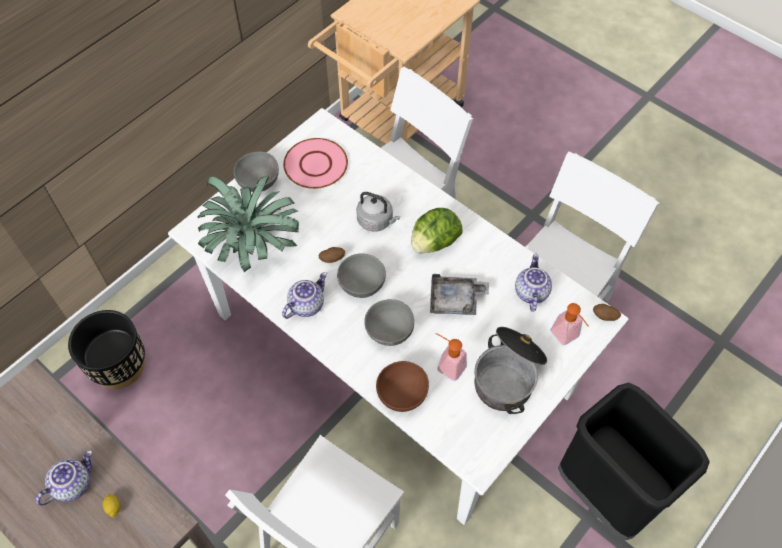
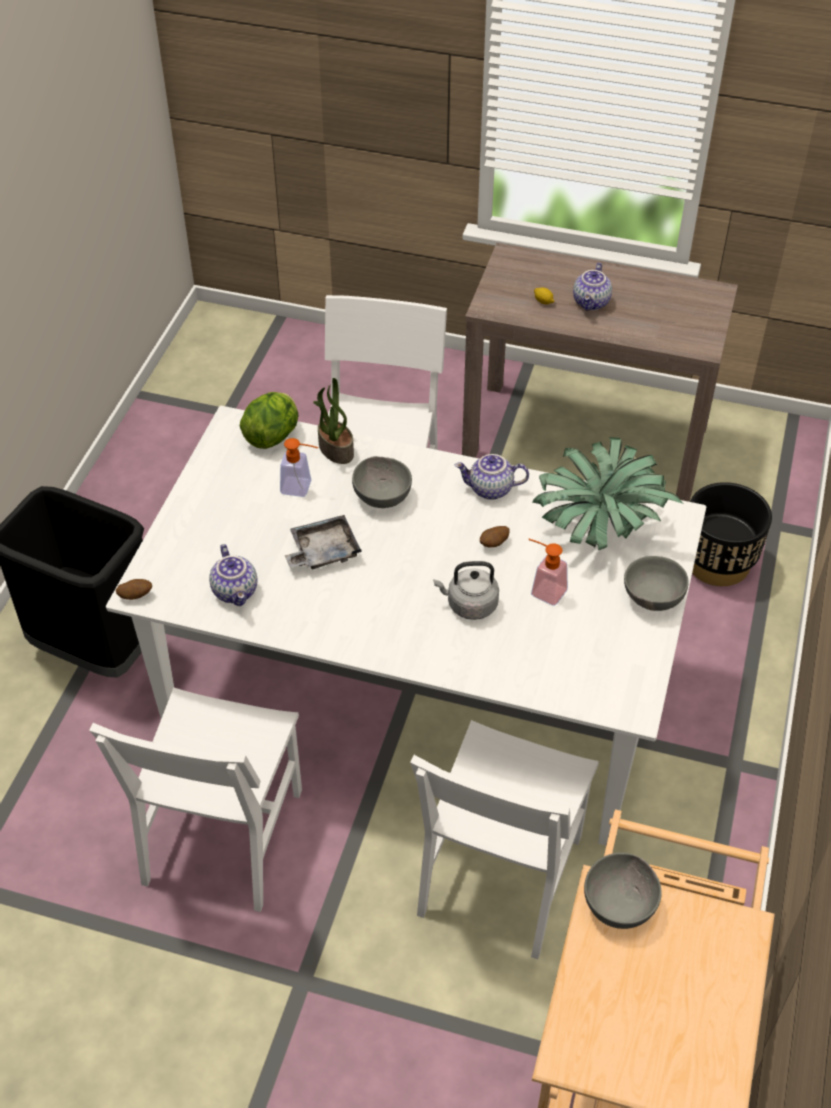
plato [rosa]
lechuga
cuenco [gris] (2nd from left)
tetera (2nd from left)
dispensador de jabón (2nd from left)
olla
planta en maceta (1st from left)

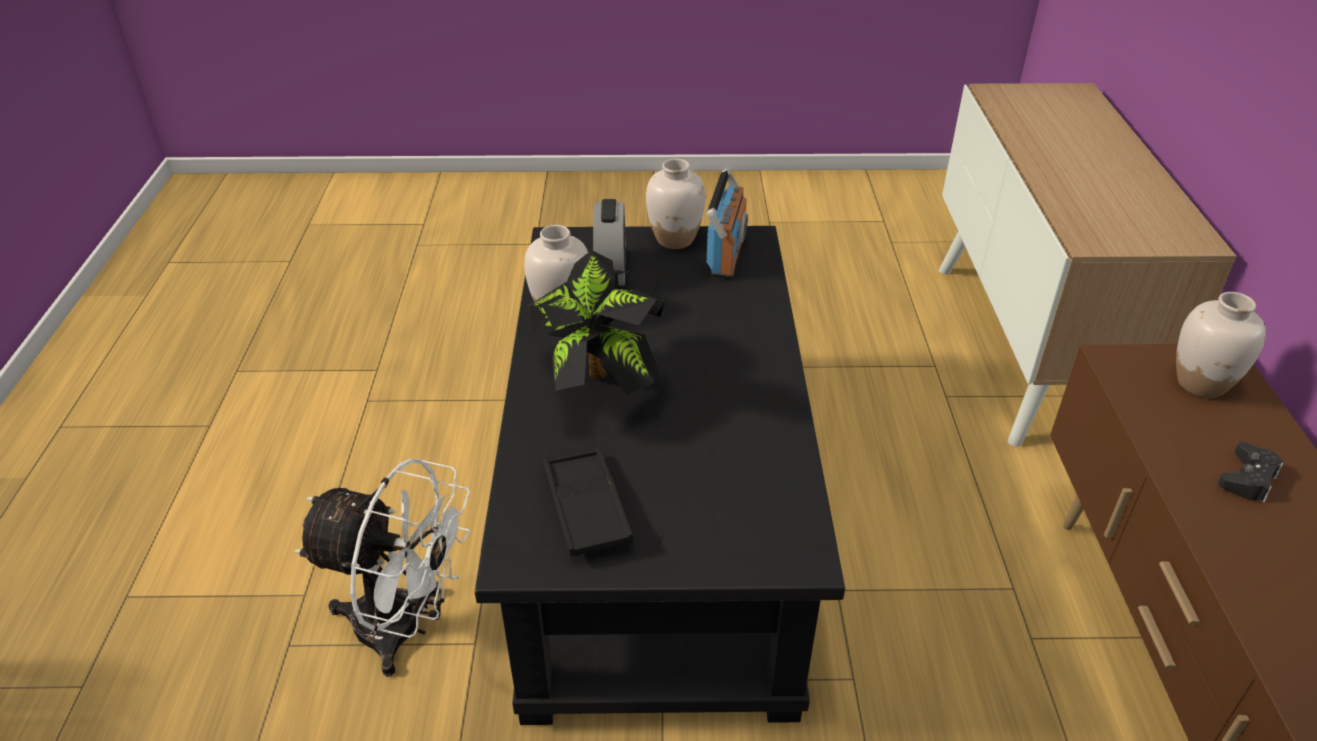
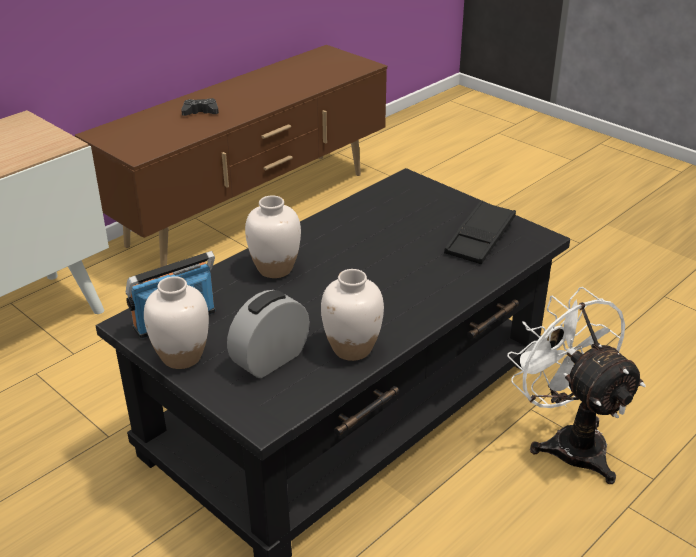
planta en maceta
florero [blanco] (2nd from left)

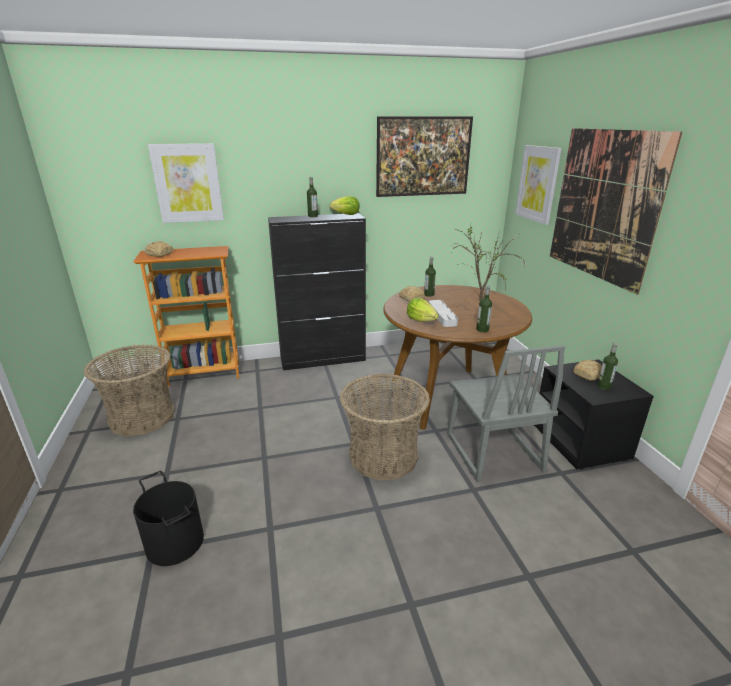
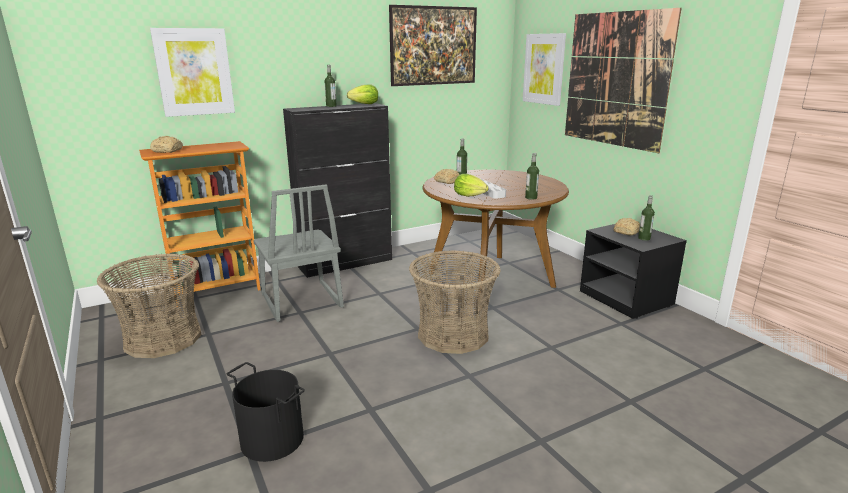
planta en maceta
silla [gris]

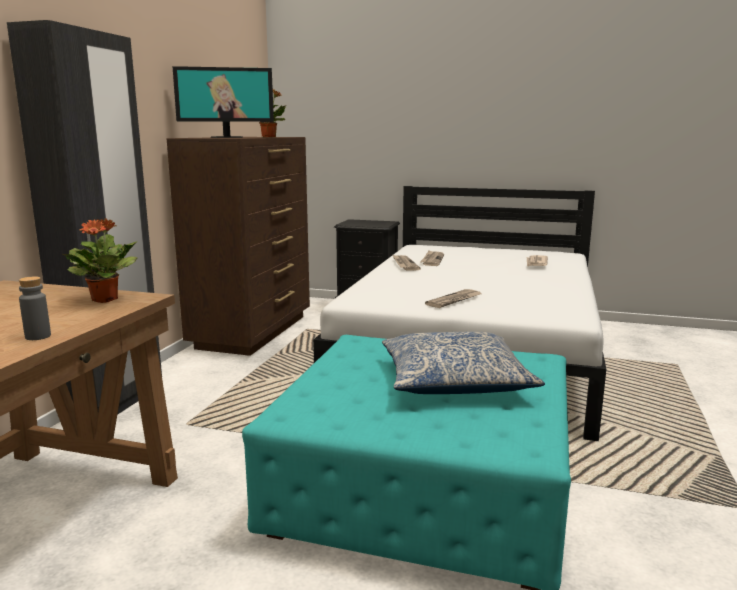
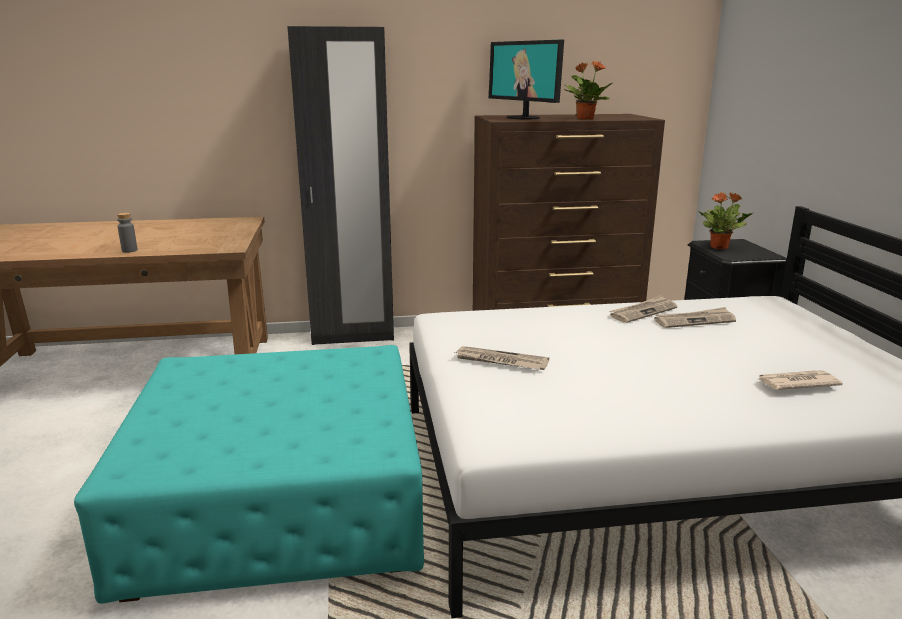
planta en maceta (2nd from left)
cojín

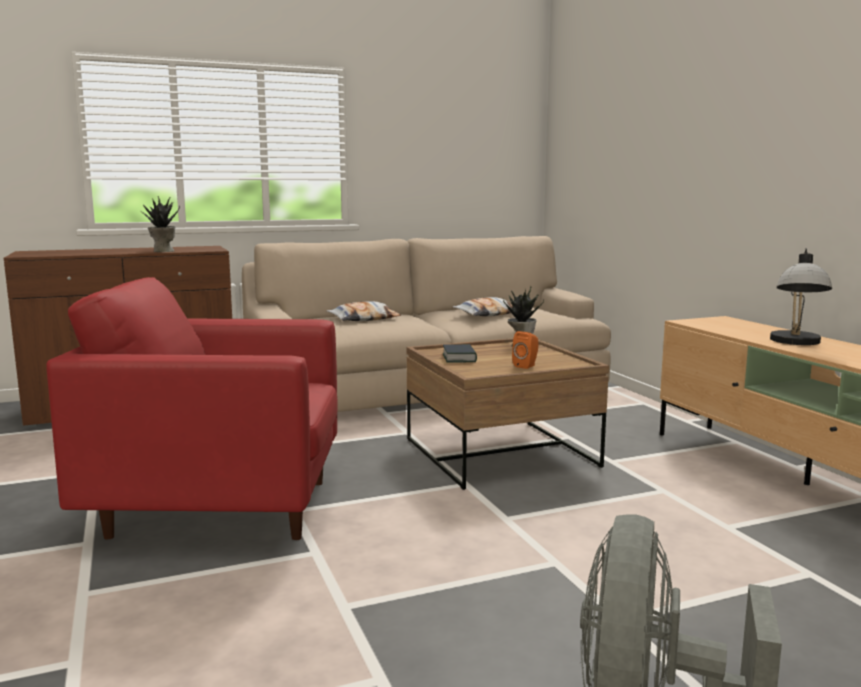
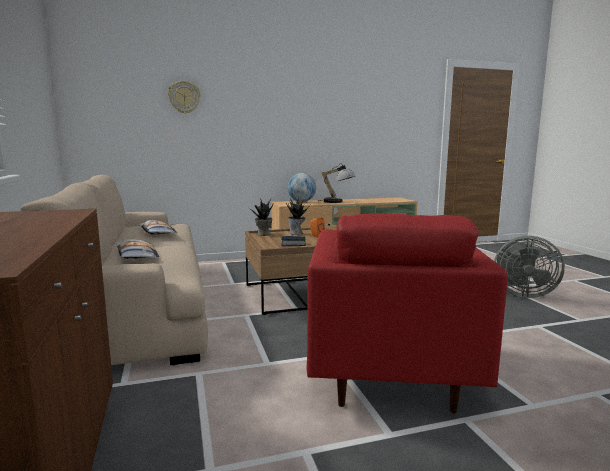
planta en maceta (2nd from left)
reloj de pared
globo terráqueo

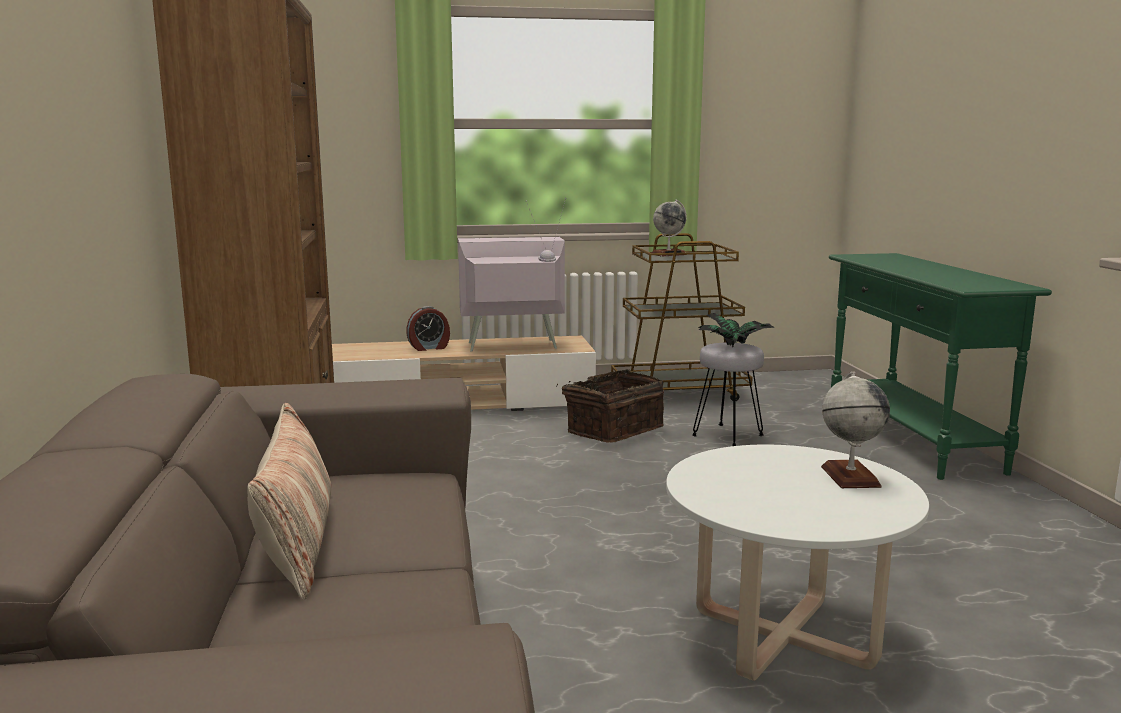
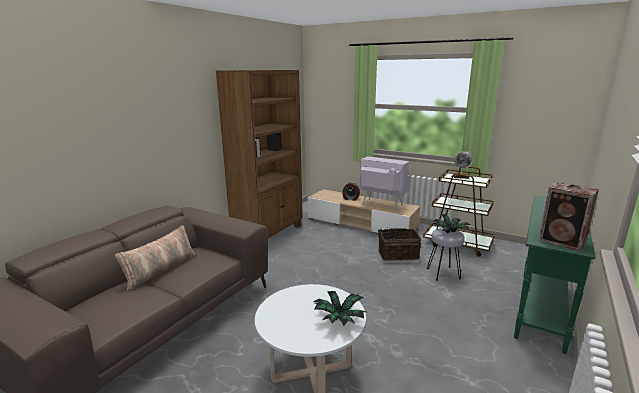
planta en maceta (1st from left)
altavoz

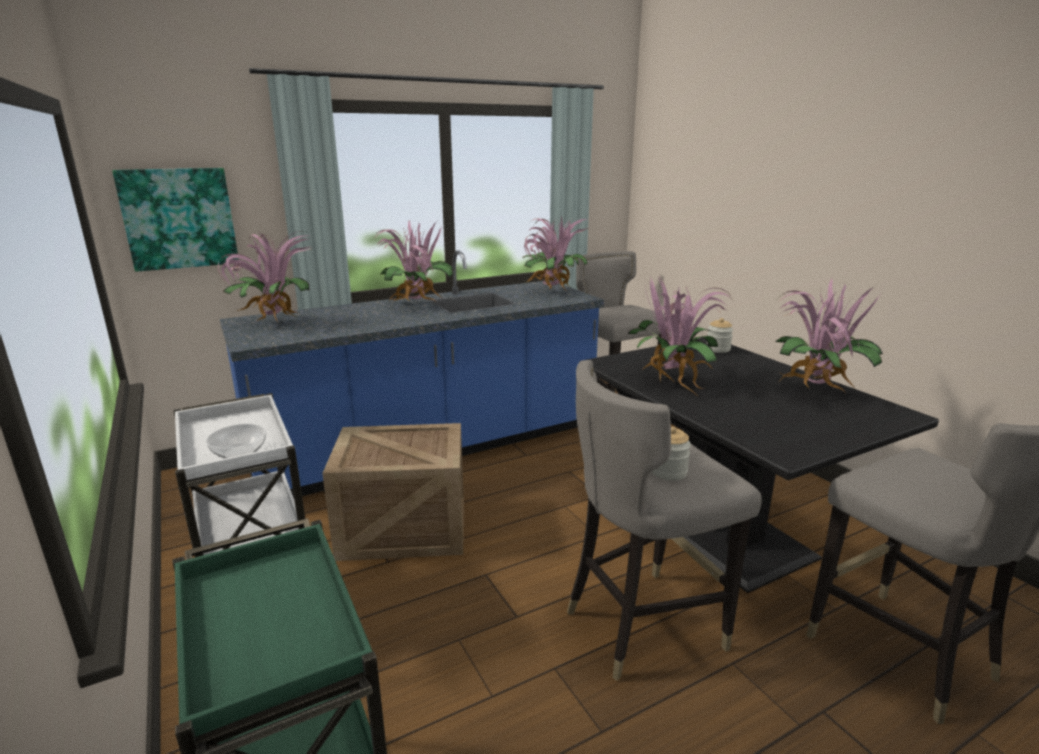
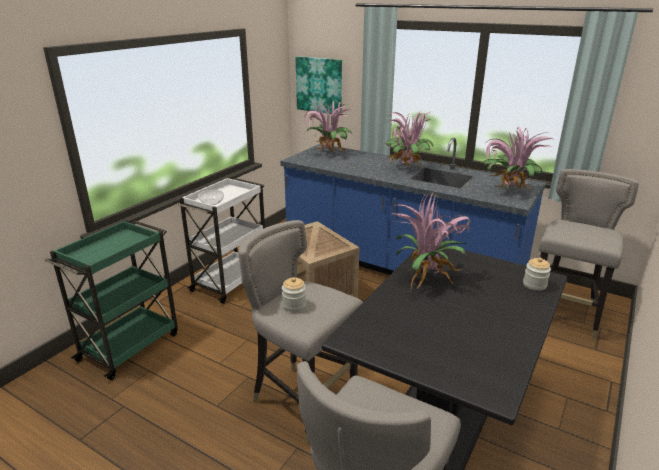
planta en maceta (5th from left in the first image)

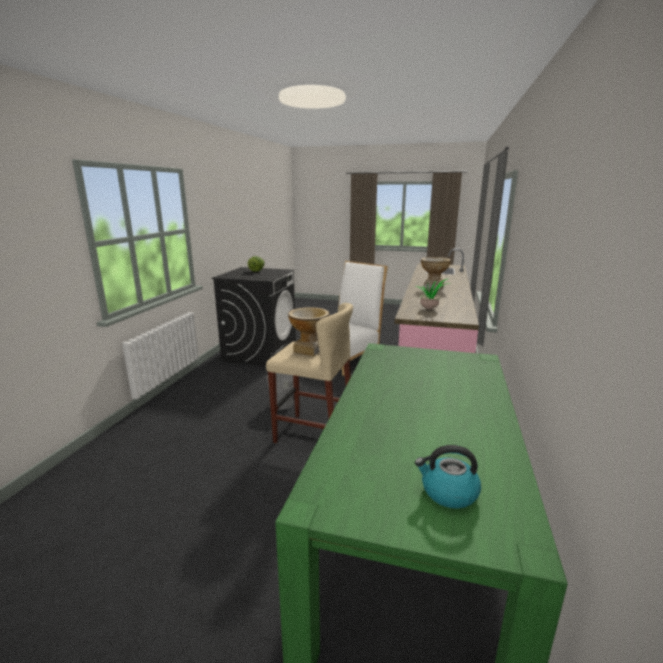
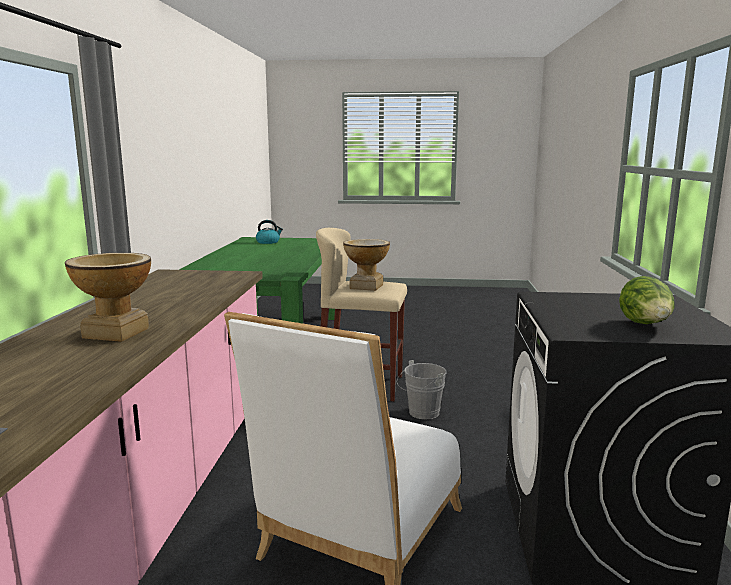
planta en maceta

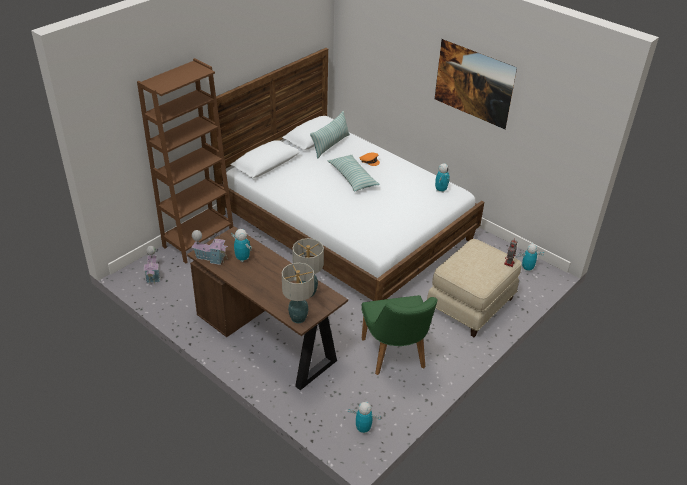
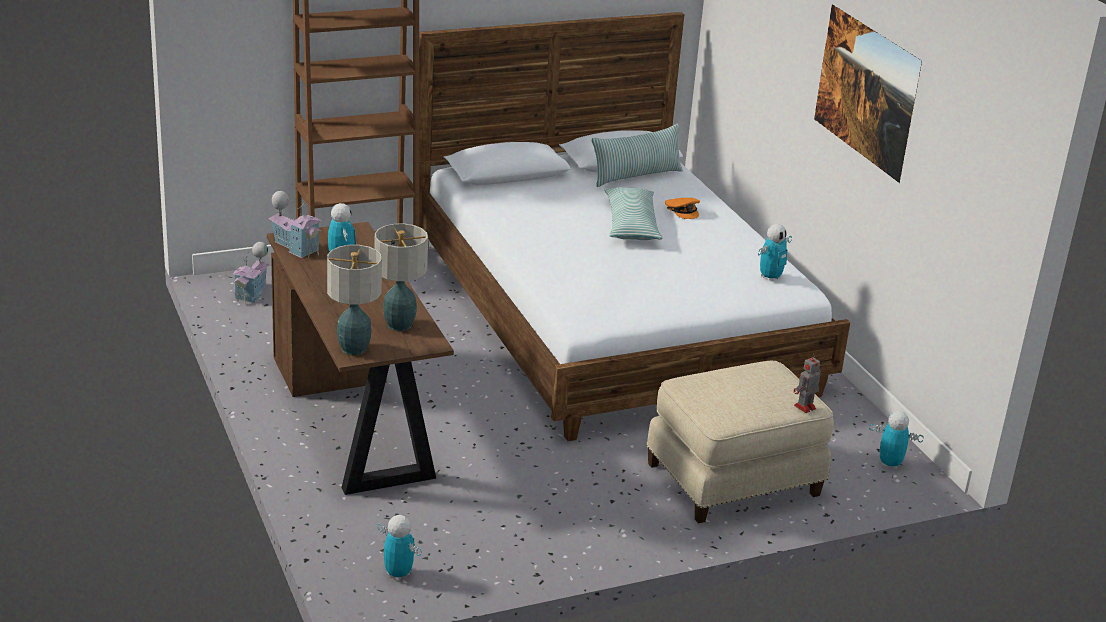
silla [verde]

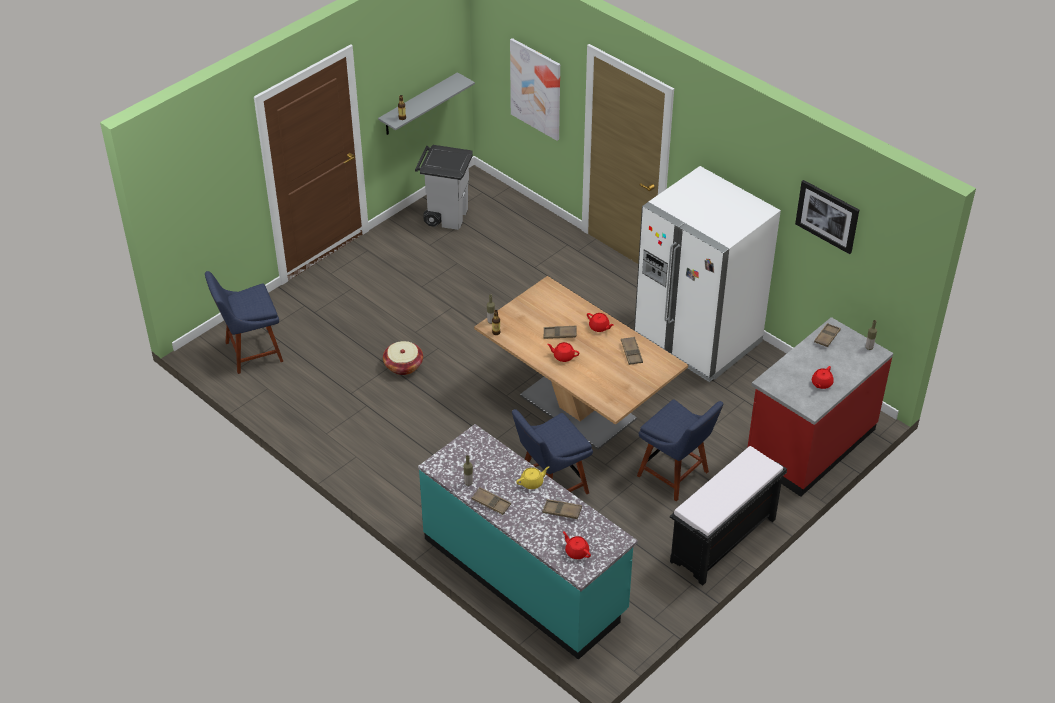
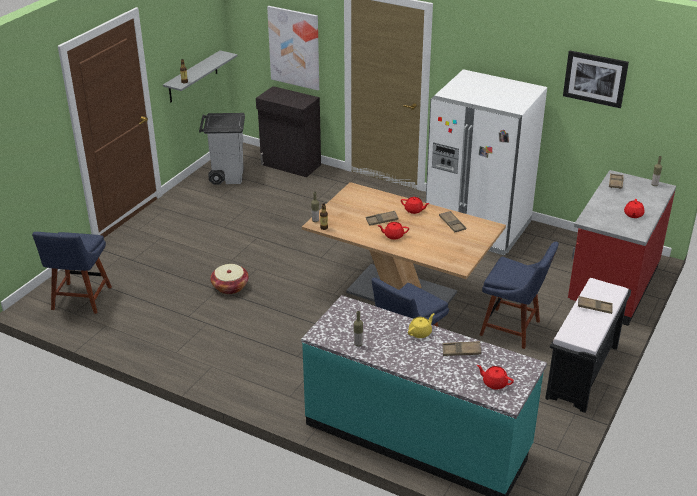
silla [azul] (1st from left)
bandeja [marrón] (4th from left)
armario [negro]

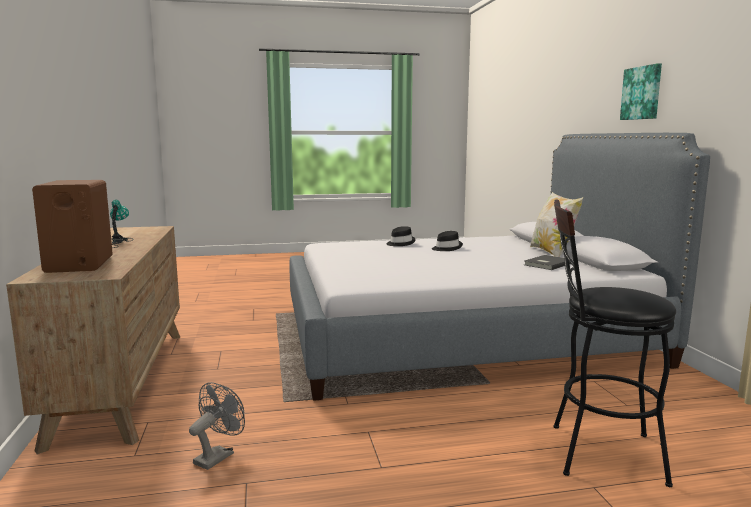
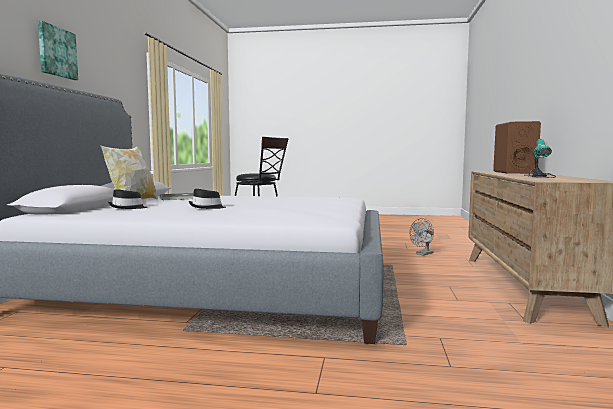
sombrero [negro] (1st from left)

